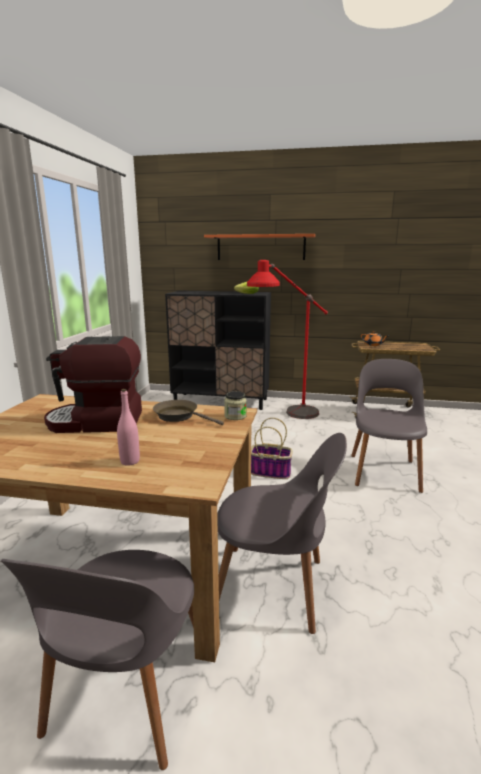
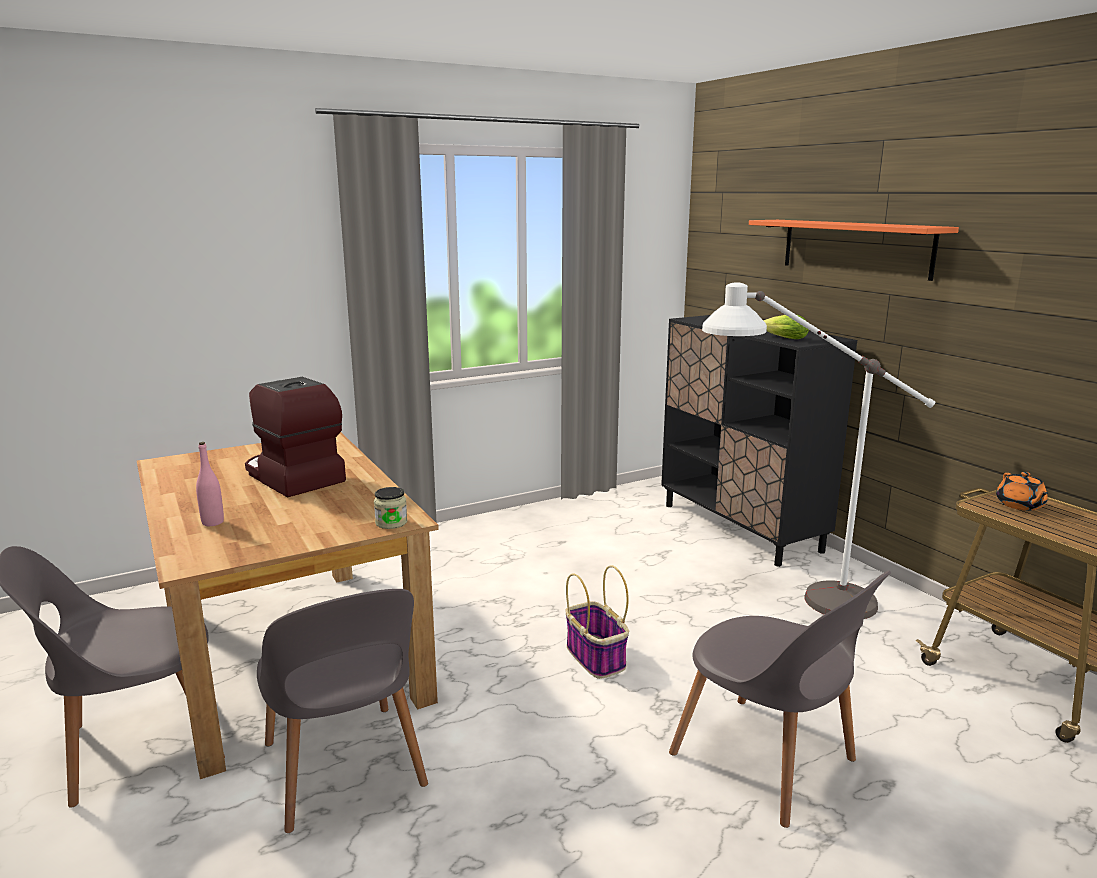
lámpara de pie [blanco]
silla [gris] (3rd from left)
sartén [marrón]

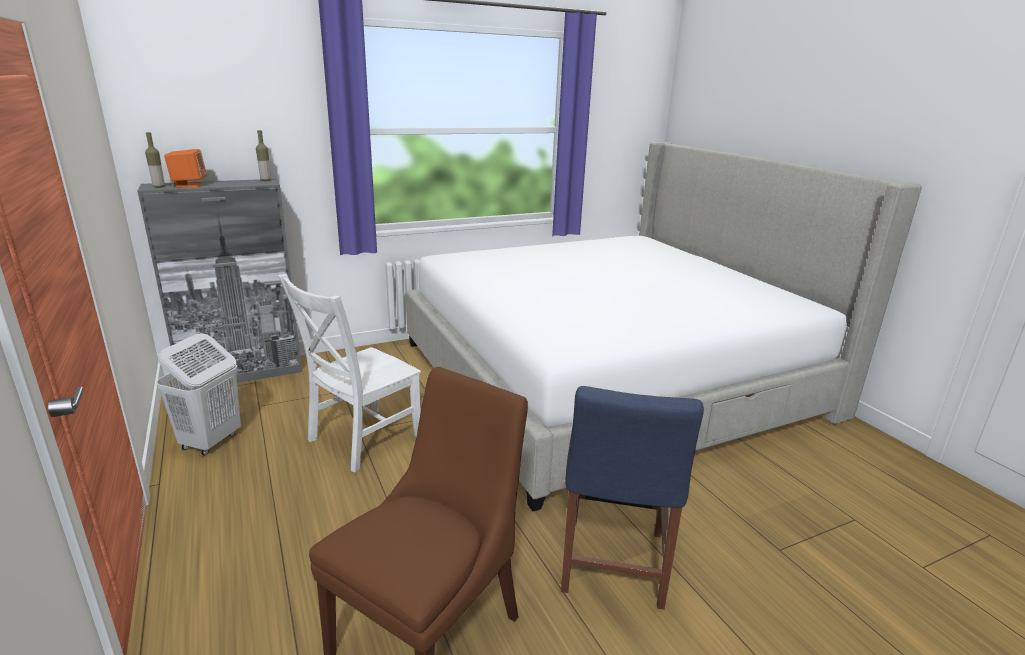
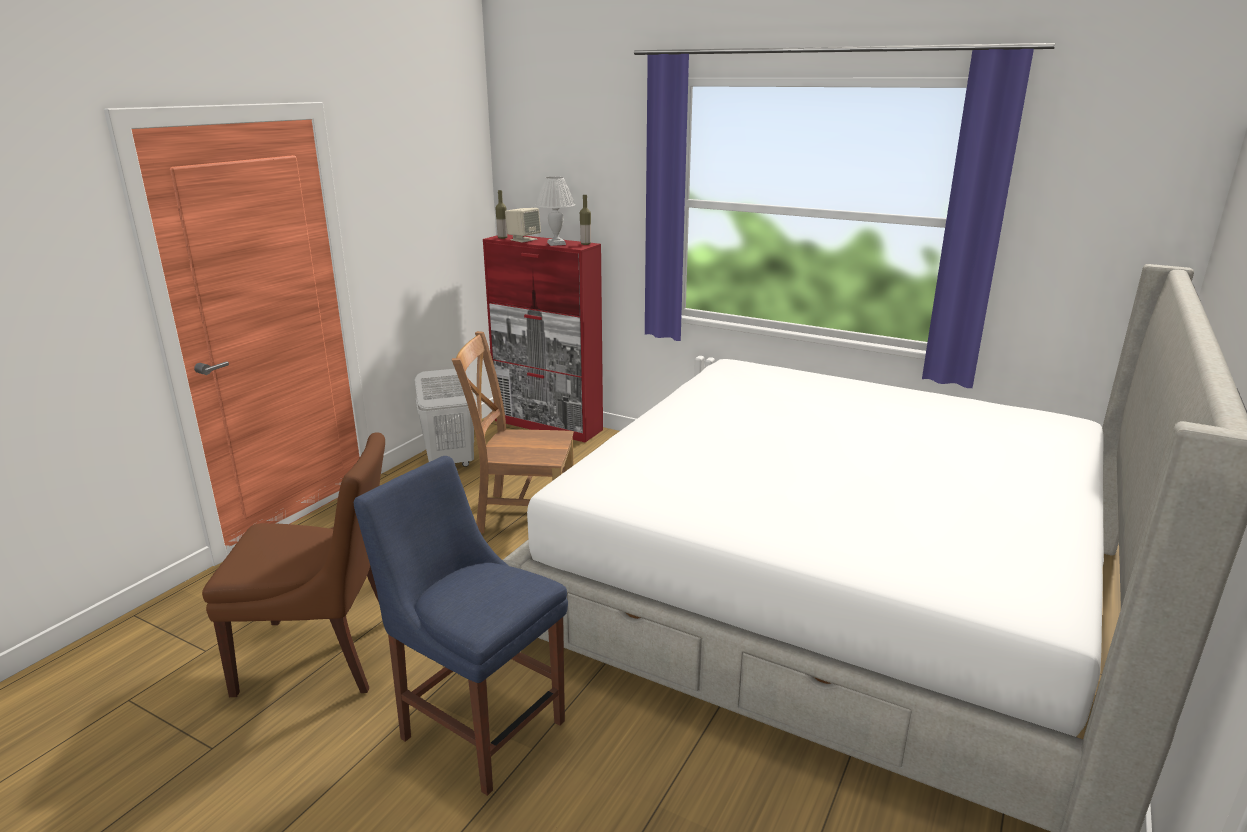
altavoz [beis]
armario [rojo]
silla [marrón] (2nd from left)
silla [azul]
lámpara de mesa [blanco]

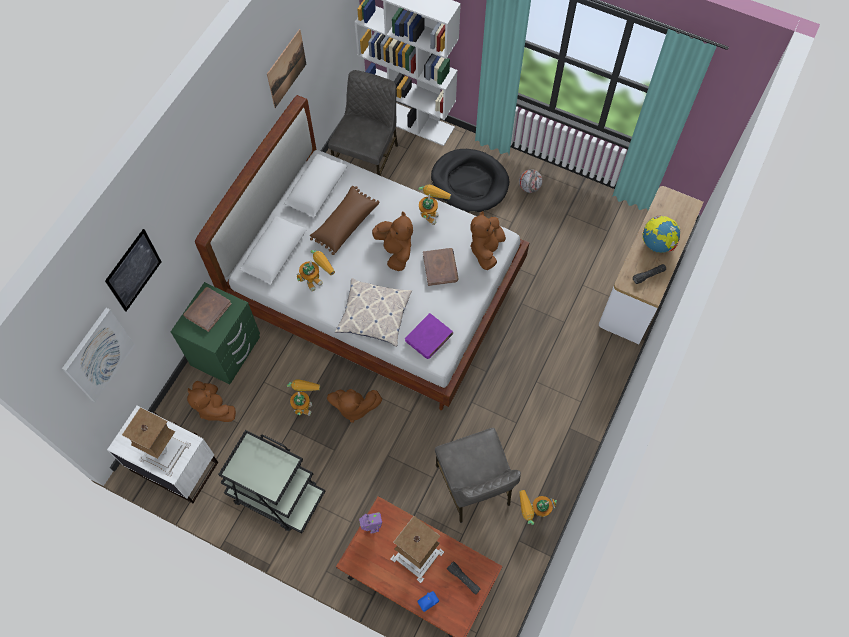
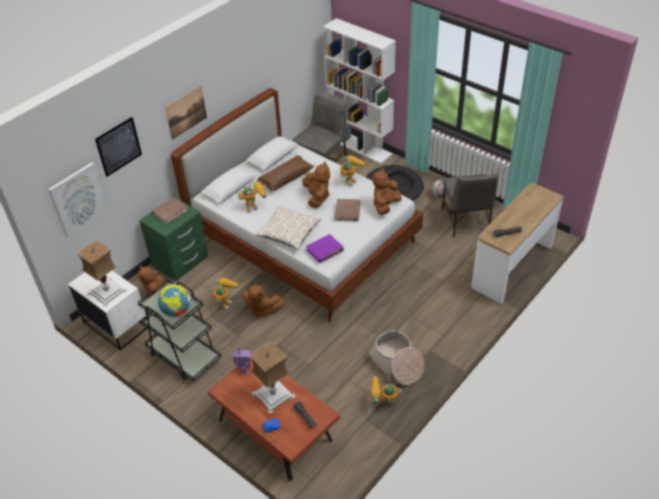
cuadro (3rd from left)
globo terráqueo
silla [gris] (2nd from left)
cesta

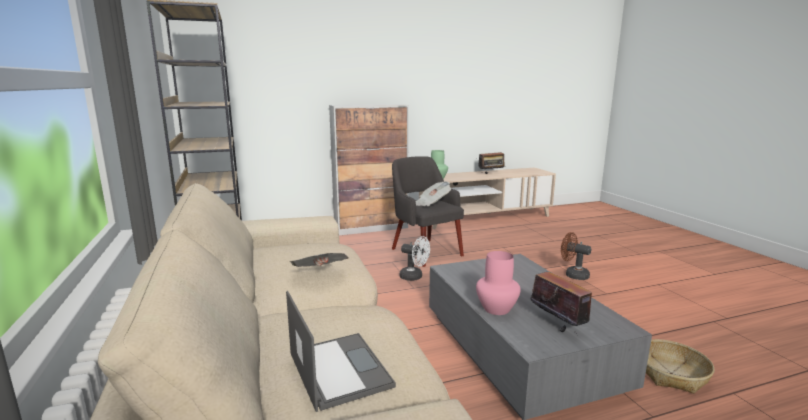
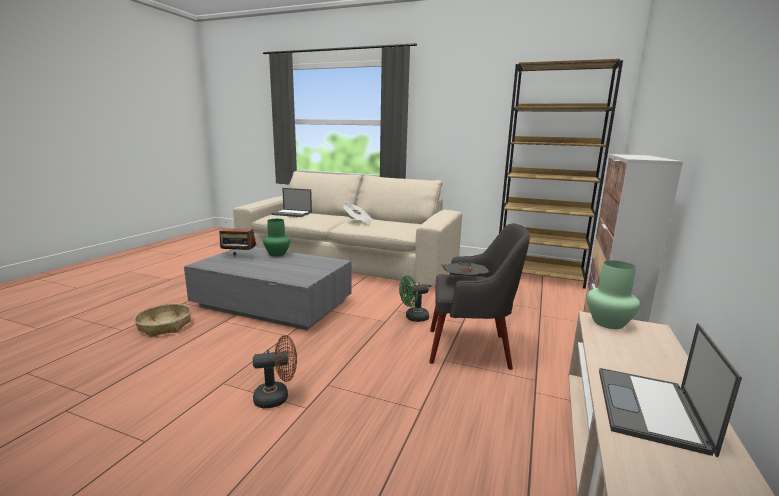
portátil (2nd from left)
ventilador [verde]
florero [verde] (1st from left)

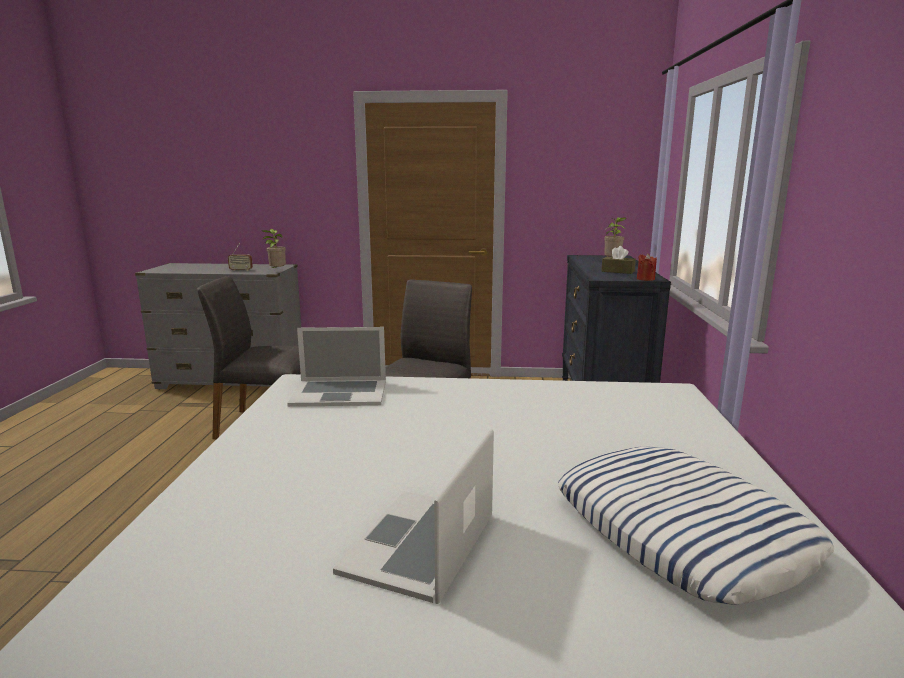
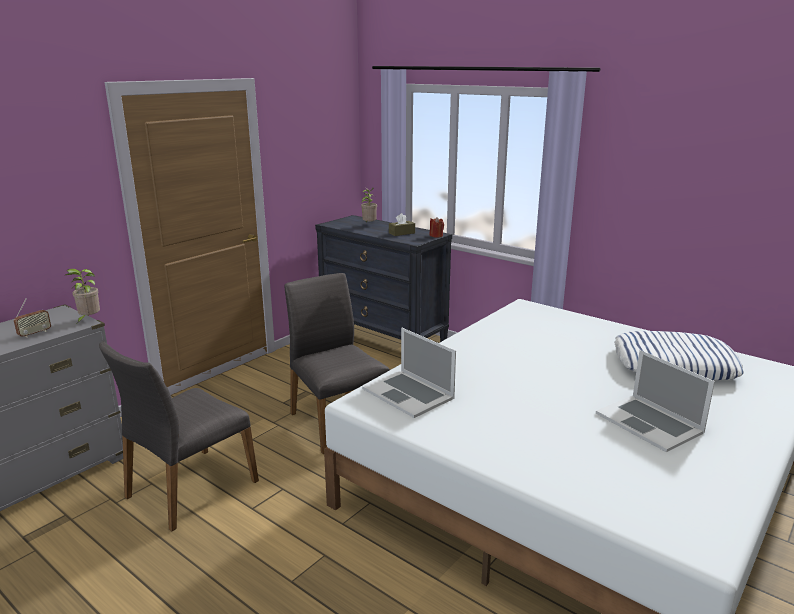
portátil (1st from left)

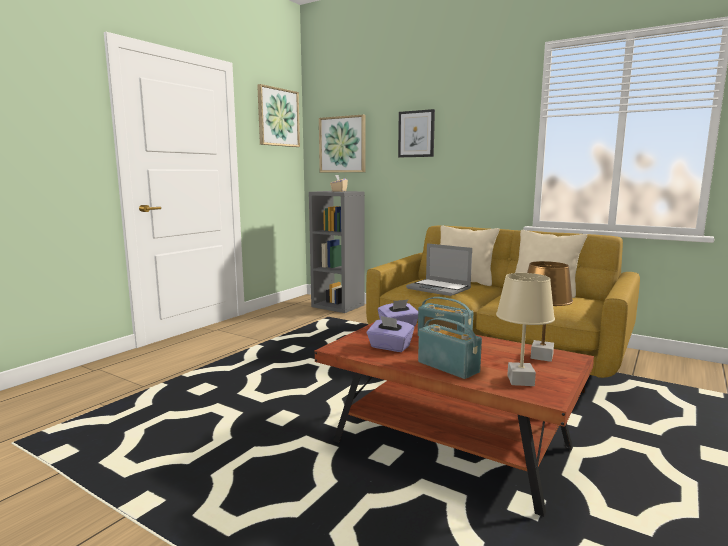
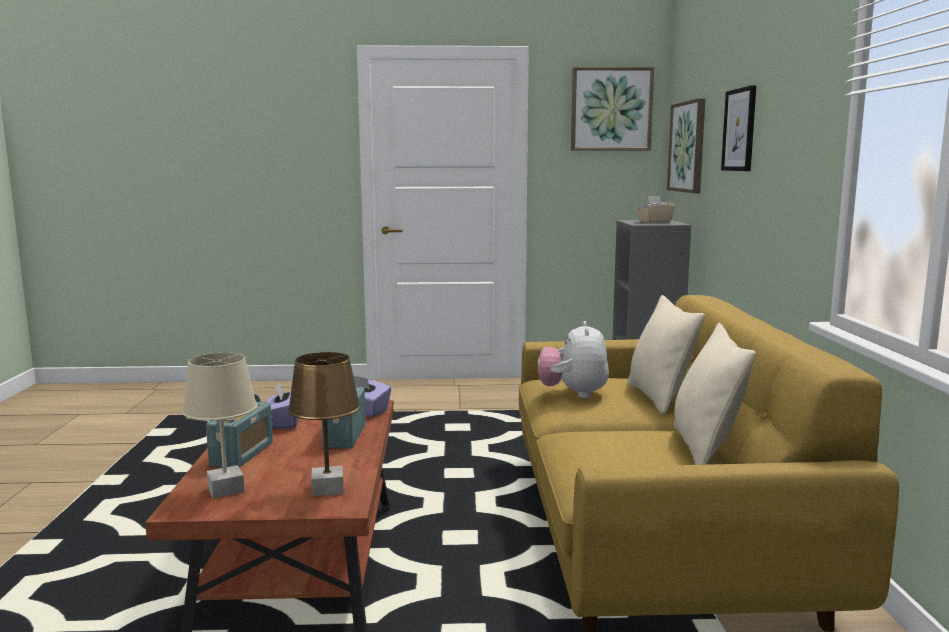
peluche

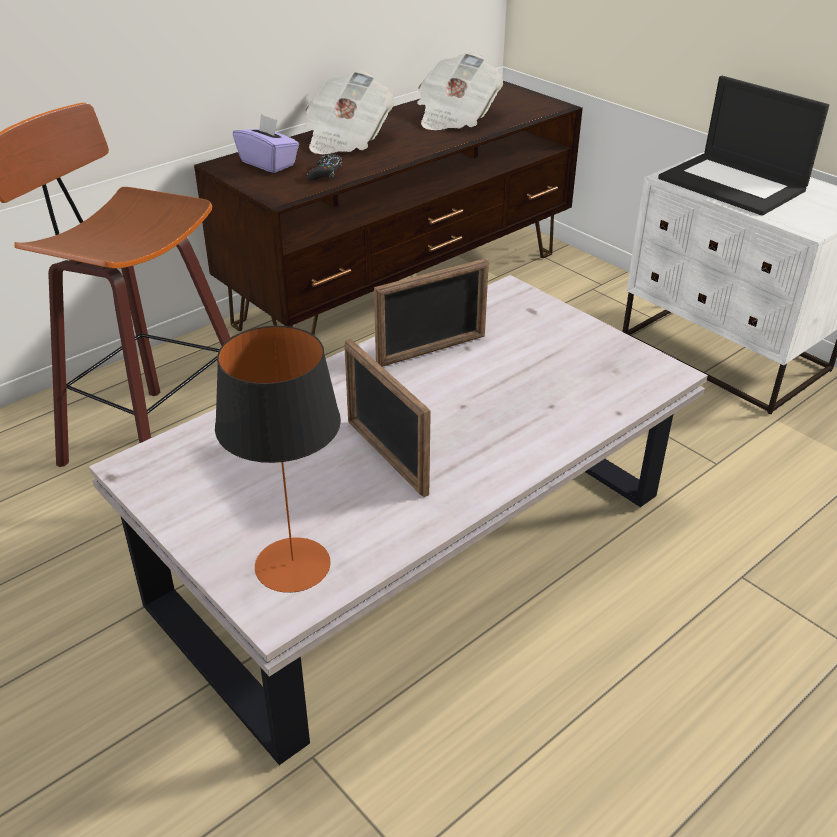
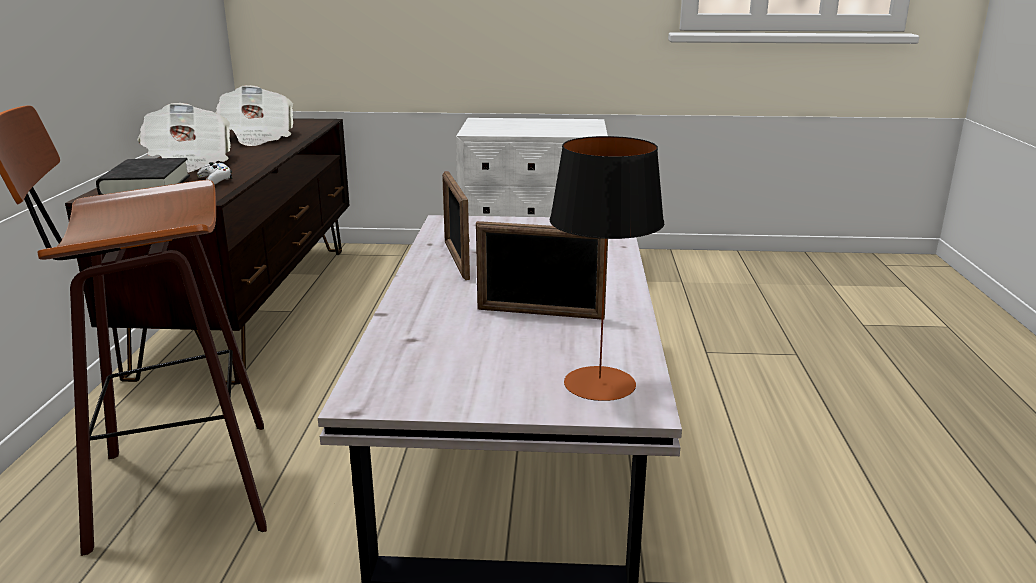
portátil
libro [negro]
mando de consola [blanco]
portarretratos (1st from left)

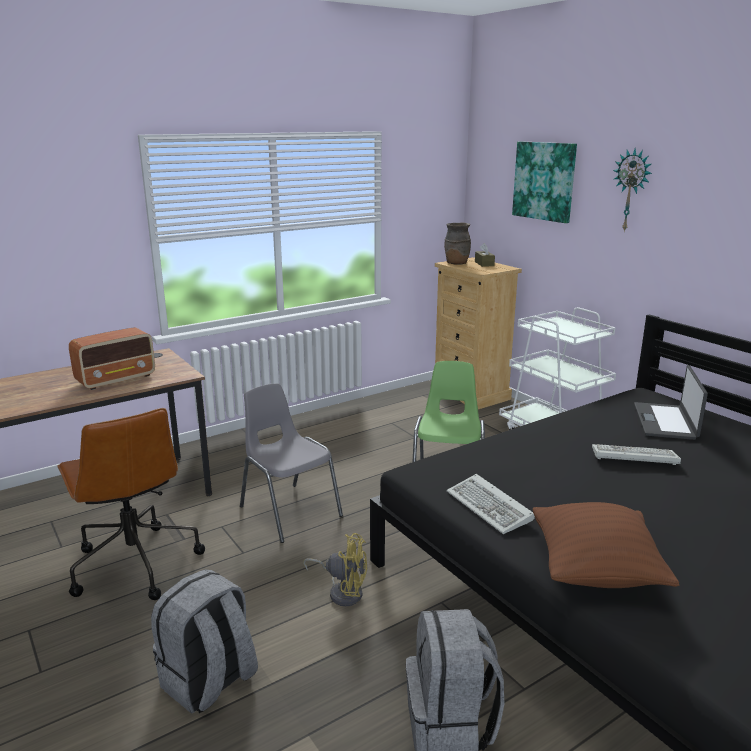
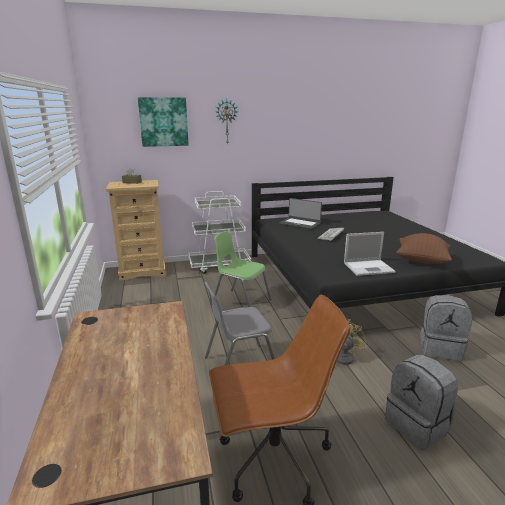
florero [marrón]
radio
portátil (2nd from left)

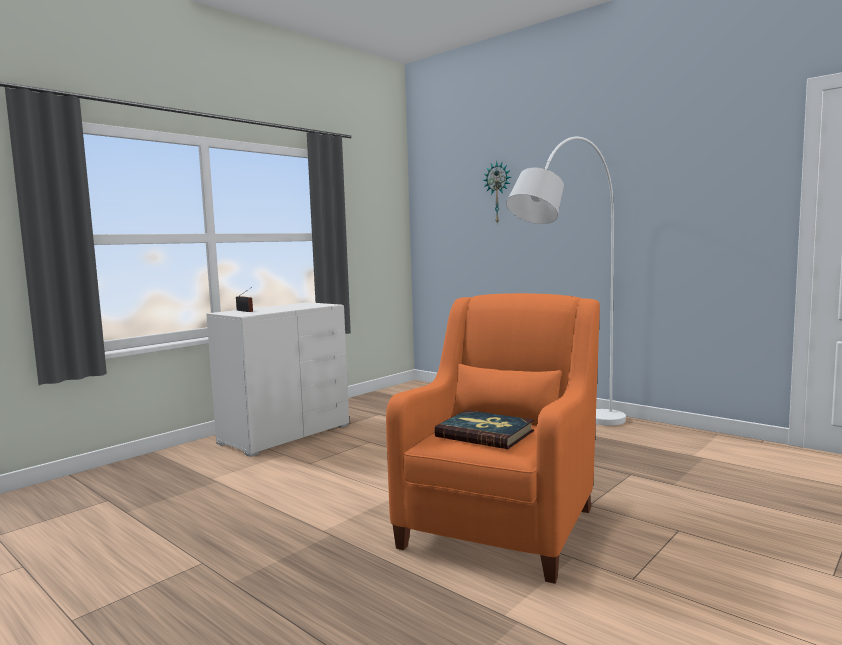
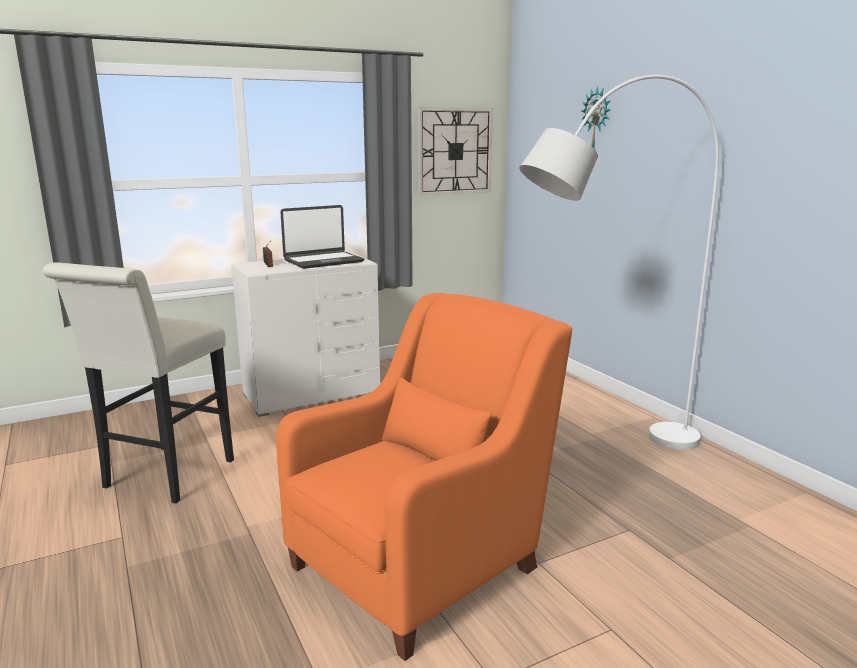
libro
reloj de pared (1st from left)
portátil
taburete [blanco]

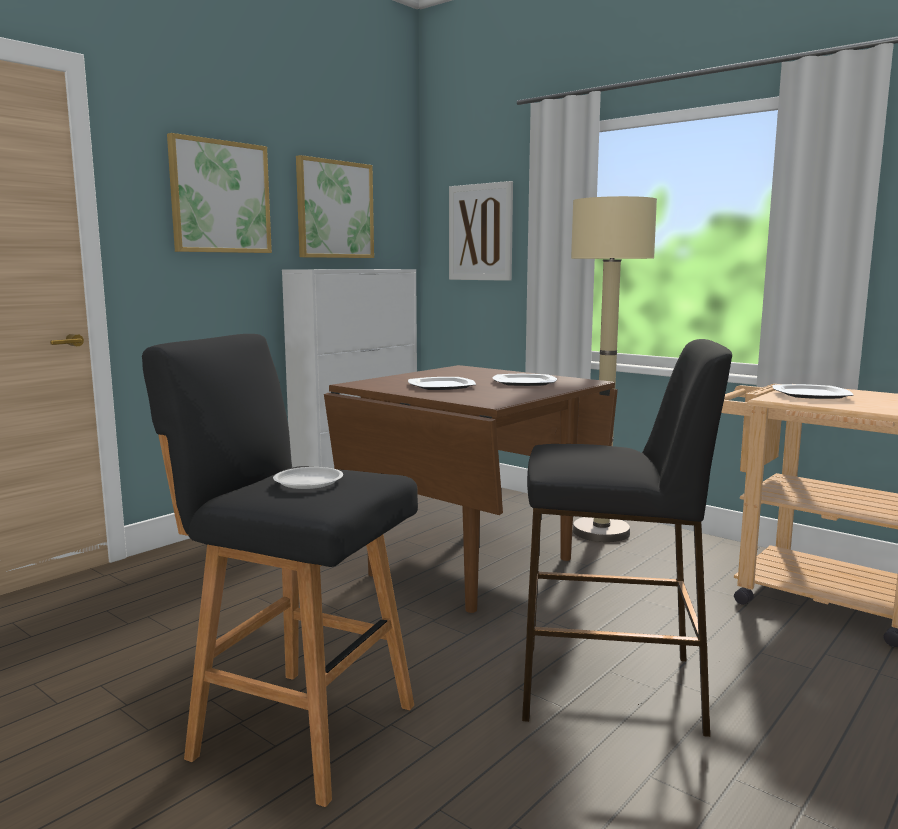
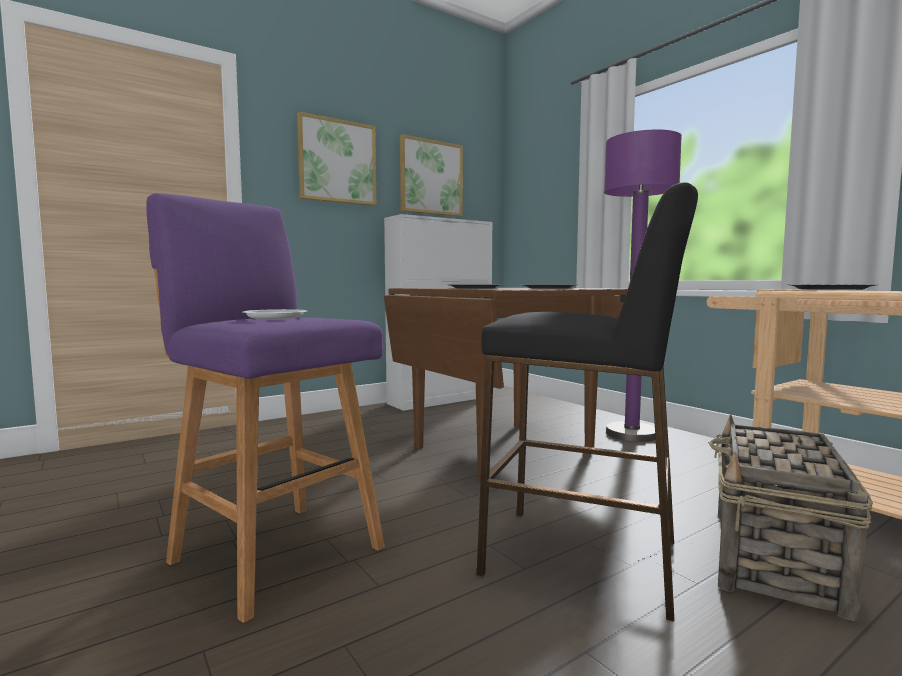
cuadro (3rd from left in the first image)
lámpara de pie [morado]
taburete [morado]
cesta

